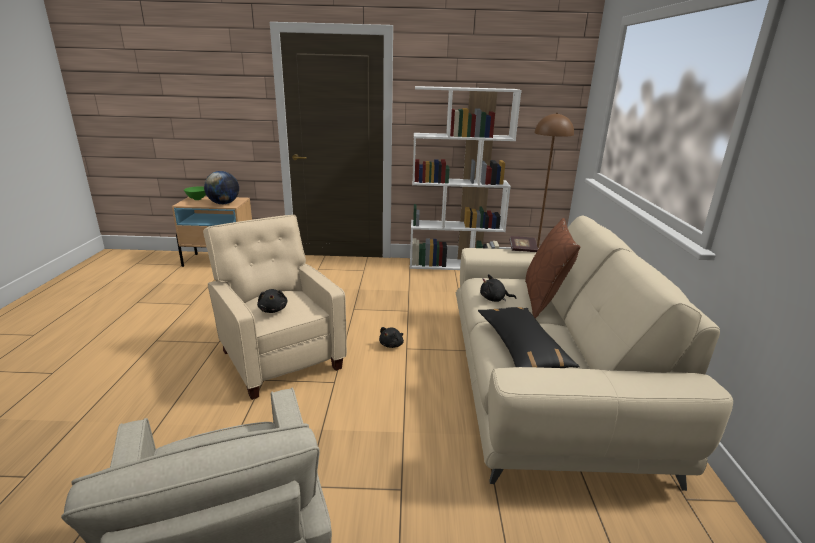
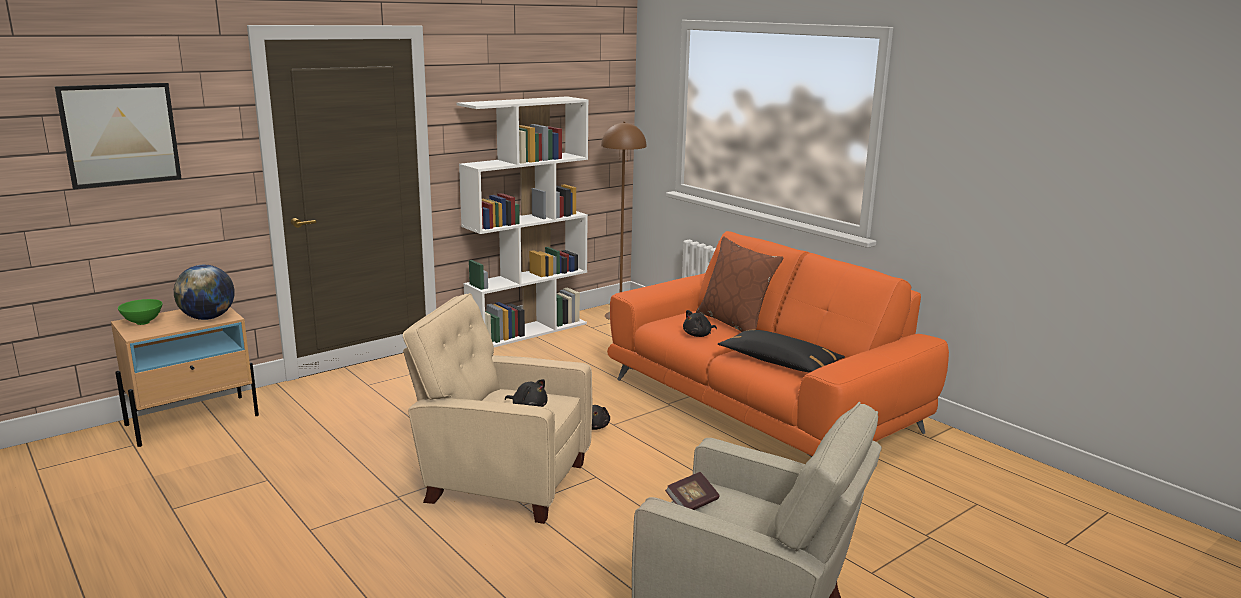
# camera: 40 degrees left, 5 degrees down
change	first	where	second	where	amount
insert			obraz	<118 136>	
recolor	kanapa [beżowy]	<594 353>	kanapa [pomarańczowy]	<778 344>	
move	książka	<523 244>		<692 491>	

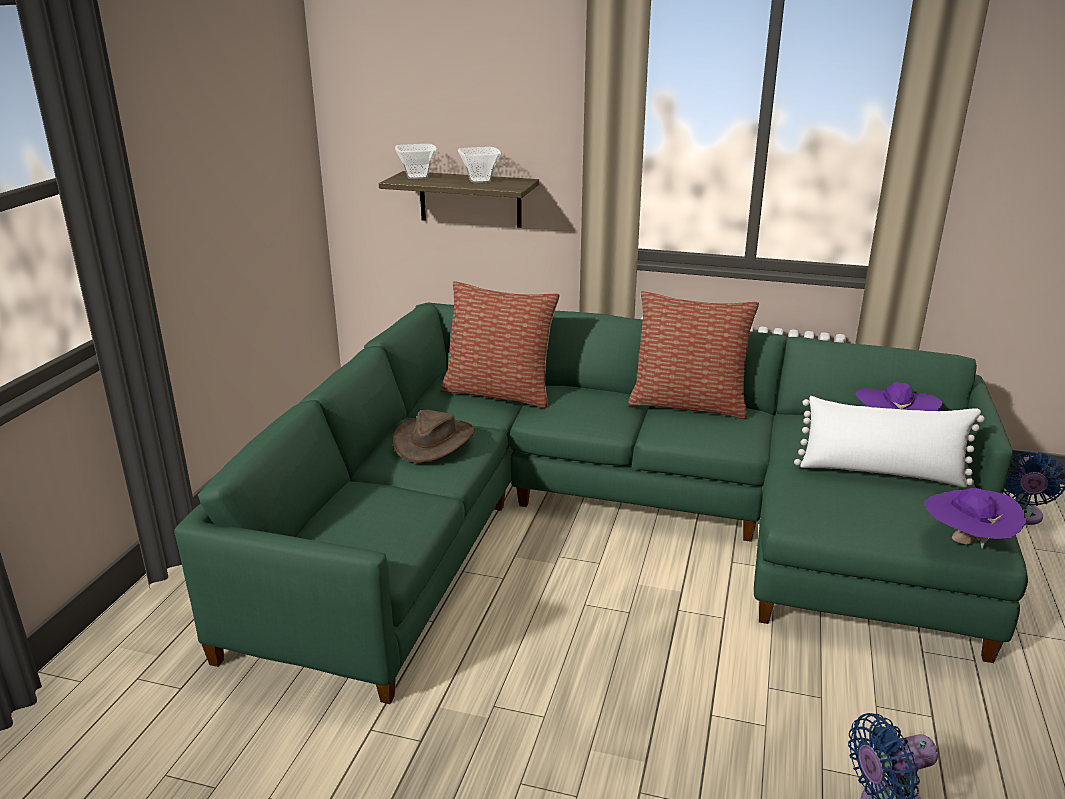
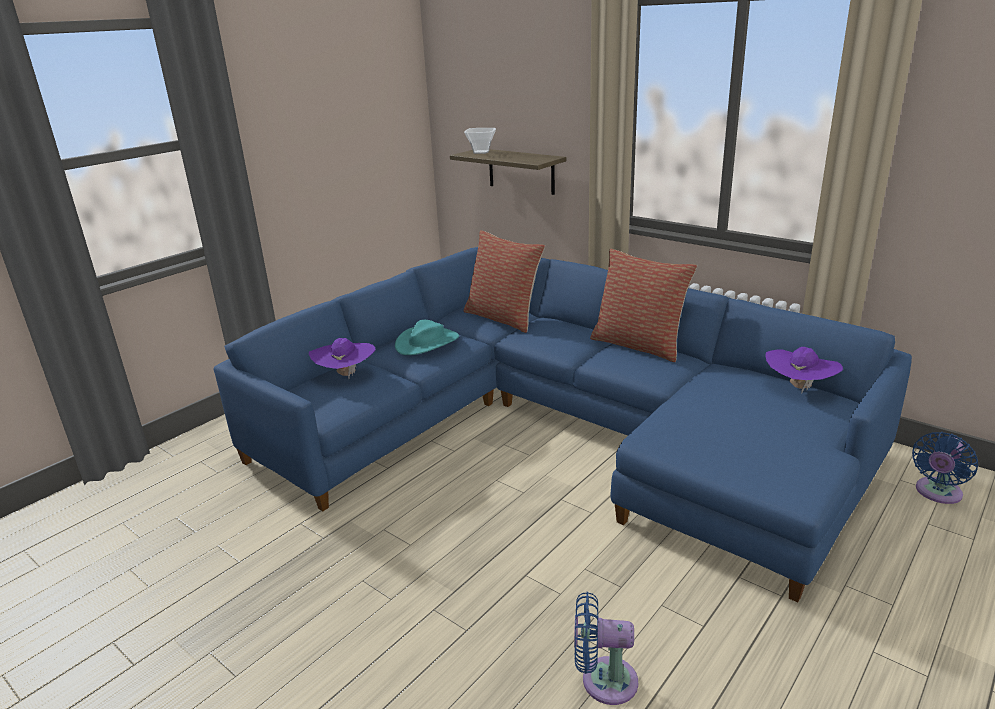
# camera: 25 degrees right, 0 degrees up
change	first	where	second	where	amount
recolor	kanapa [zielony]	<601 503>	kanapa [niebieski]	<562 424>	
move	kapelusz [fioletowy]	<975 518>		<342 358>	
recolor	kapelusz [brązowy]	<433 436>	kapelusz [turkusowy]	<427 337>	
delete	miska	<479 165>			
delete	poduszka [biały]	<889 441>			

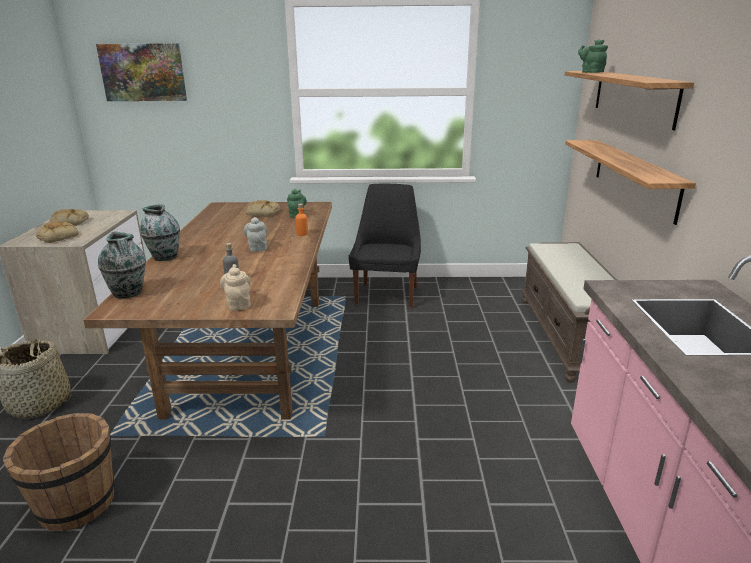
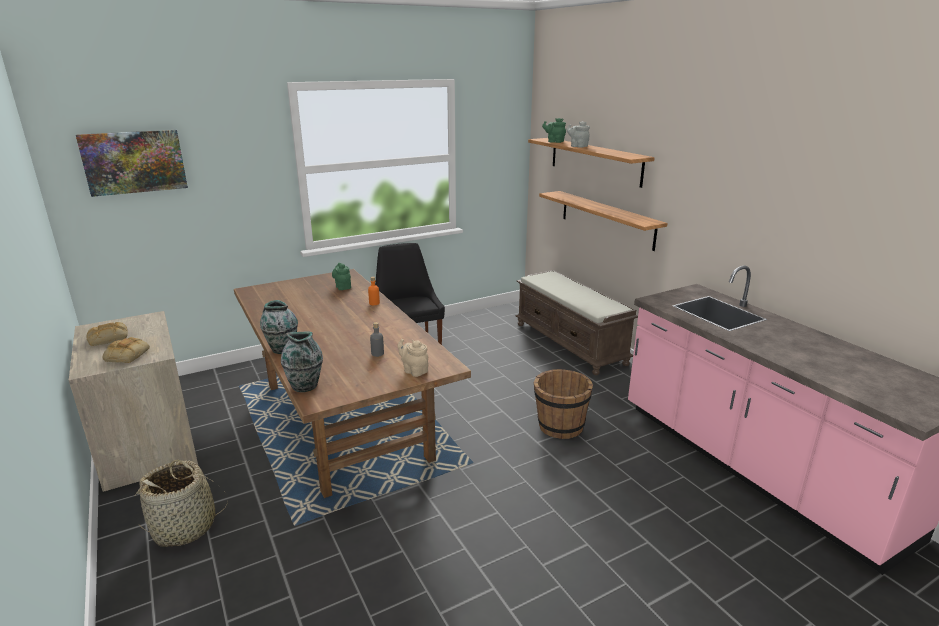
# camera: 30 degrees left, 0 degrees up
change	first	where	second	where	amount
move	wiadro [brązowy]	<58 472>		<563 404>	
move	imbryk [szary]	<255 234>		<578 134>	
delete	chleb	<263 208>			

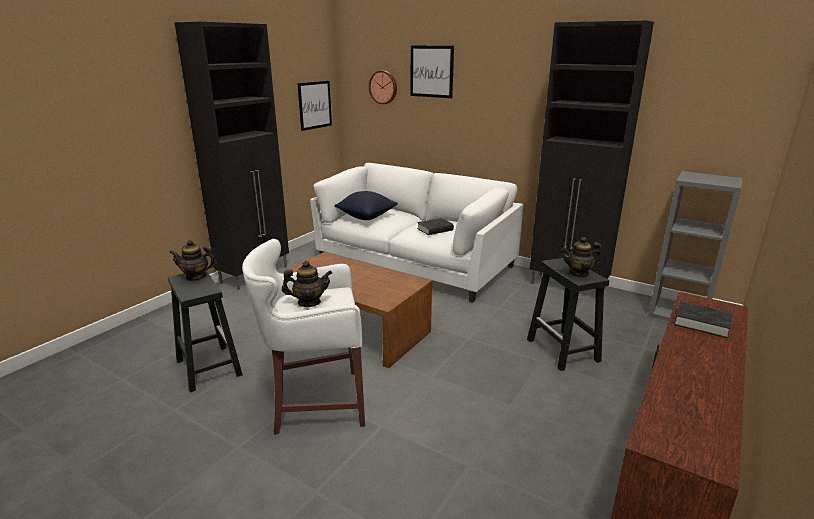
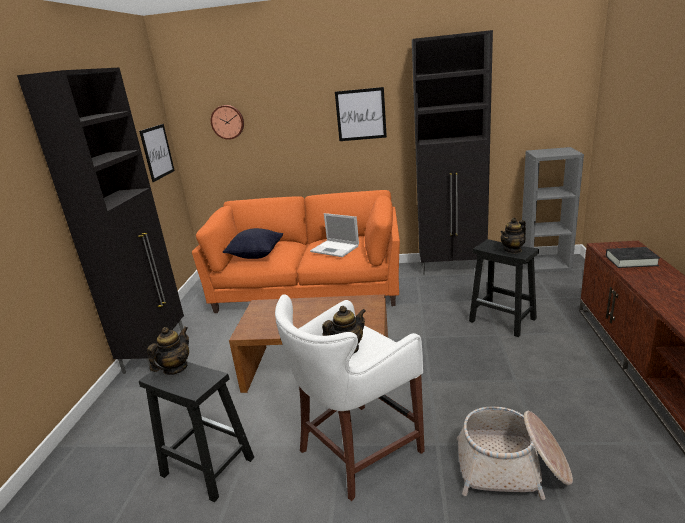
# camera: 25 degrees left, 0 degrees up
change	first	where	second	where	amount
rotate	imbryk	<193 260>		<168 351>	150 degrees clockwise
recolor	kanapa [biały]	<416 233>	kanapa [pomarańczowy]	<296 251>	
replace	książka [czarny]	<435 226>	laptop	<334 235>	
move	obraz	<432 72>		<361 114>	
insert			koszyk	<515 453>	

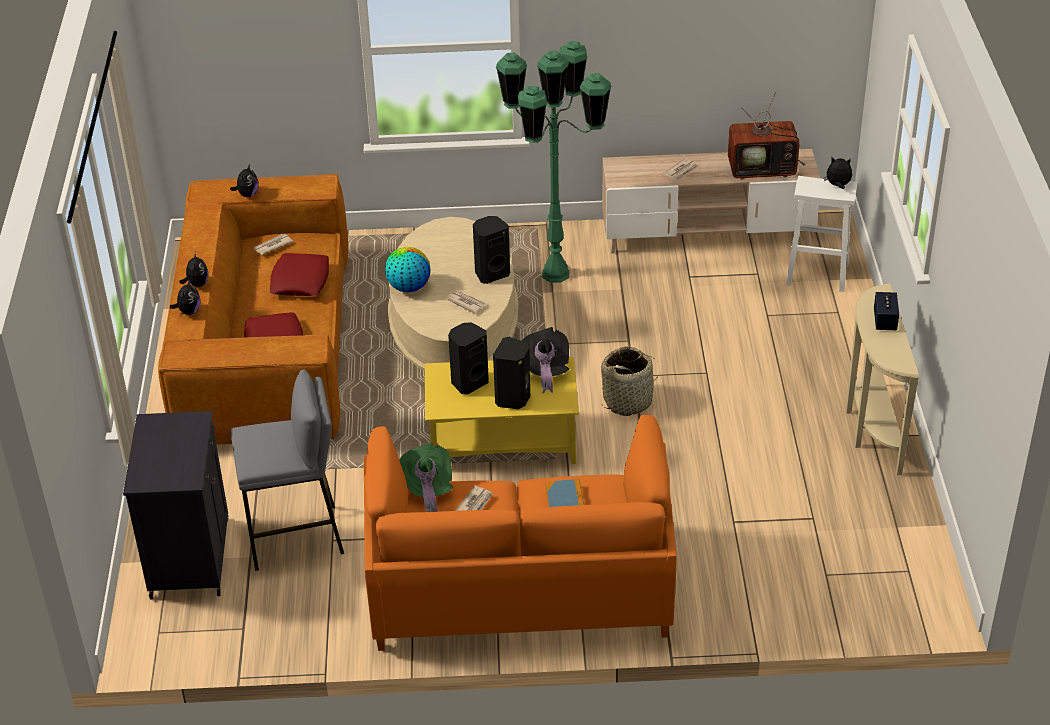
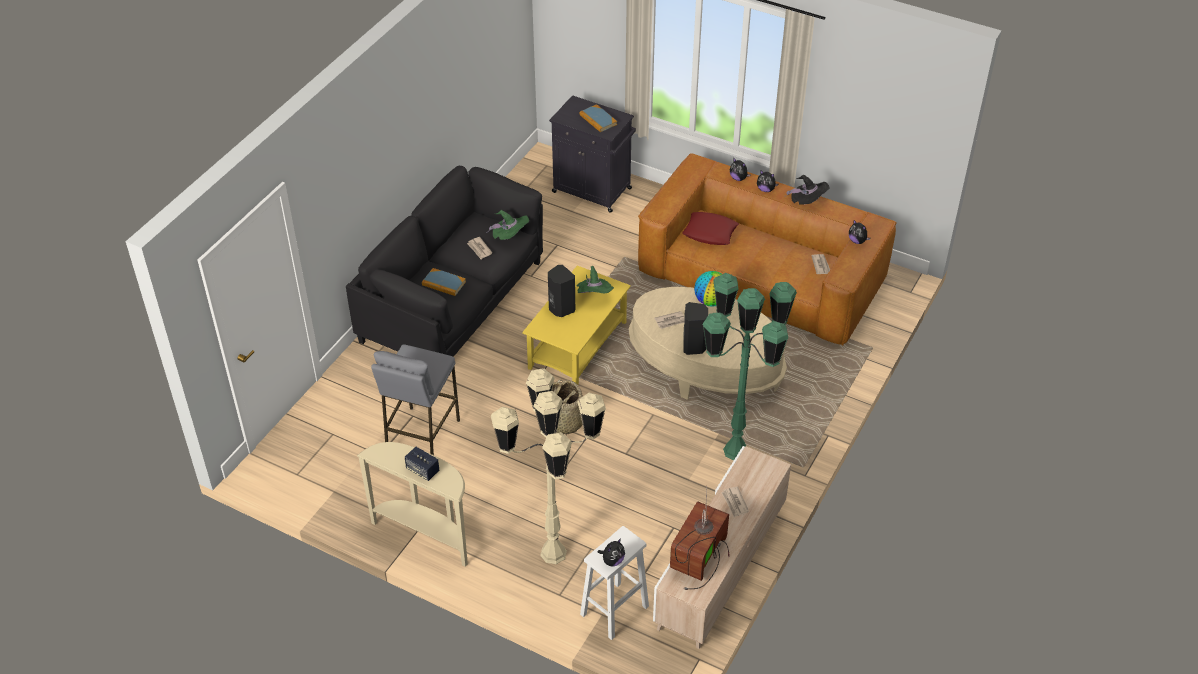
# camera: 120 degrees right, 5 degrees up
change	first	where	second	where	amount
recolor	kanapa [pomarańczowy]	<520 533>	kanapa [czarny]	<444 261>	
move	stołek [szary]	<287 470>		<415 399>	
insert			lampa stojąca [beżowy]	<548 466>	
replace	głośnik [czarny]	<468 358>	kapelusz [zielony]	<595 279>	
insert			książka	<598 118>	
move	kapelusz [czarny]	<545 360>		<807 189>	
delete	poduszka [czerwony]	<299 274>			

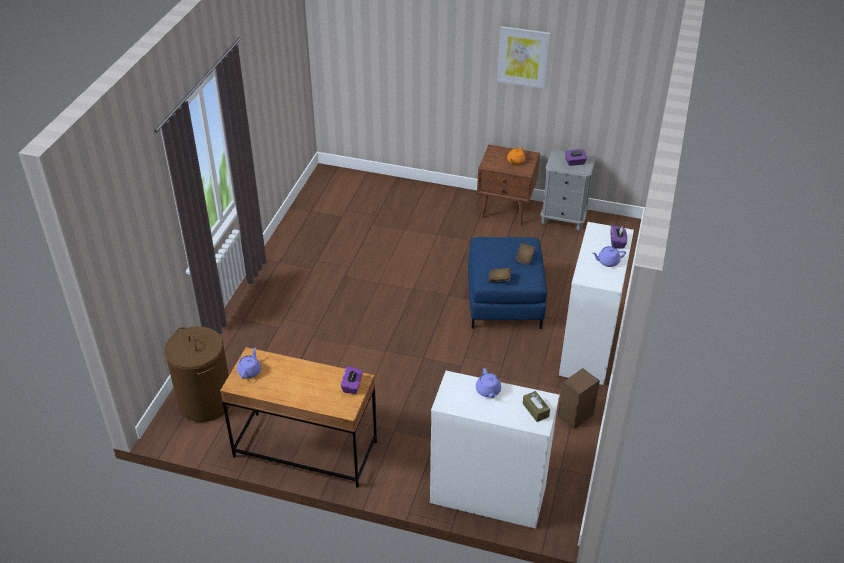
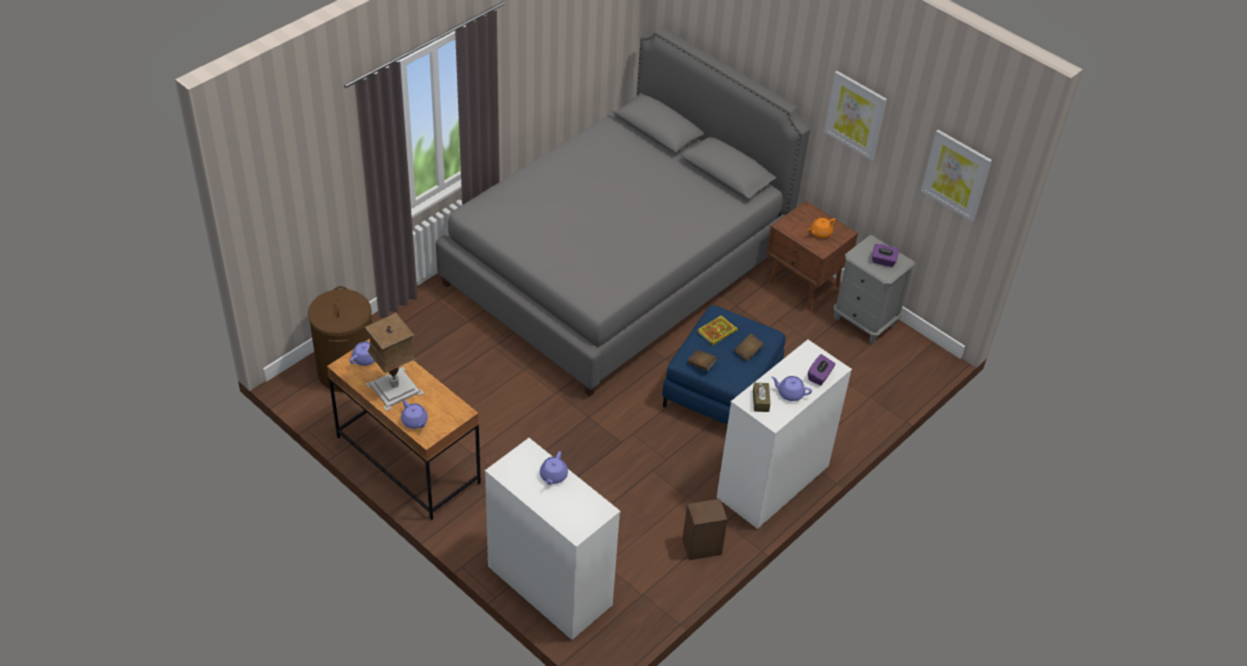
# camera: 25 degrees right, 5 degrees up
change	first	where	second	where	amount
insert			lampa stołowa	<394 362>	
insert			imbryk [fioletowy]	<414 414>	
insert			łóżko [szary]	<623 212>	
insert			książka	<718 331>	
move	pudełko chusteczek [brązowy]	<536 406>		<761 397>	
insert			obraz	<956 176>	
delete	pudełko chusteczek [fioletowy]	<352 380>			

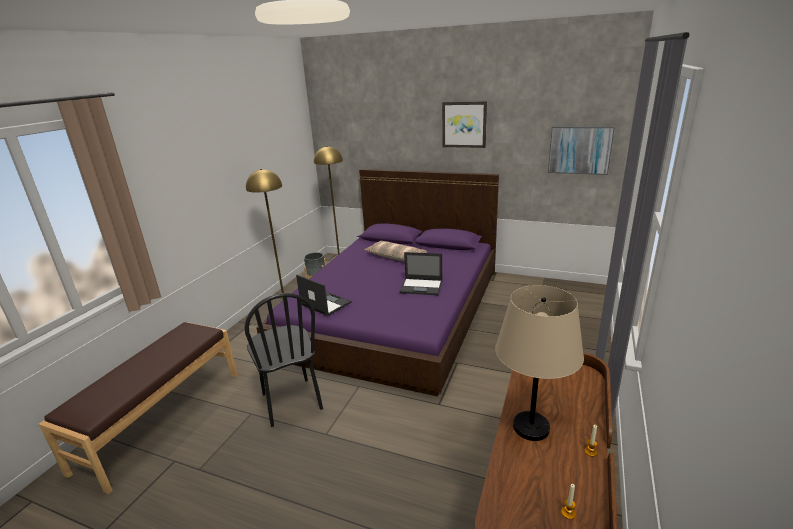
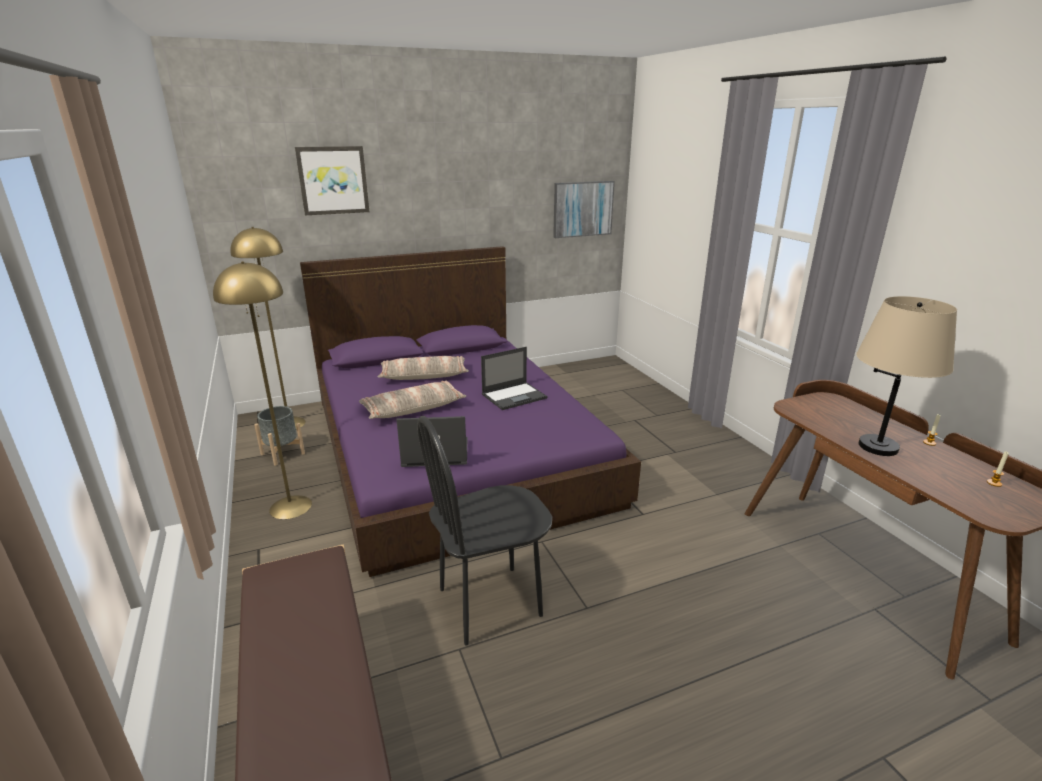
# camera: 45 degrees left, 0 degrees up
change	first	where	second	where	amount
move	obraz	<464 124>		<332 180>	
insert			poduszka	<412 400>	
rotate	krzesło [czarny]	<284 360>		<484 531>	135 degrees clockwise

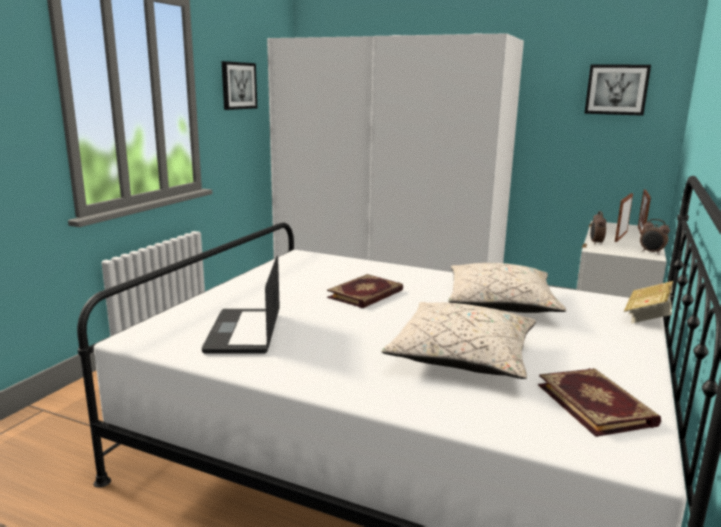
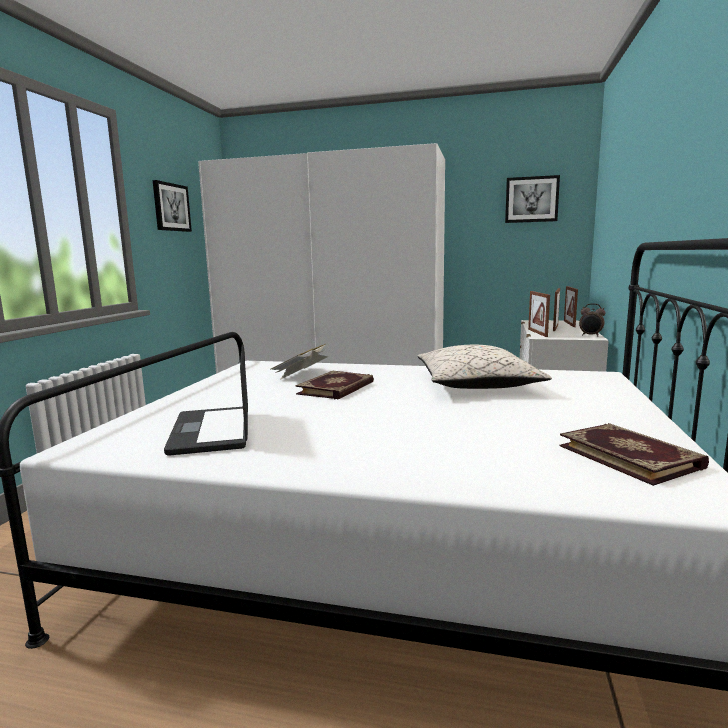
# camera: 10 degrees left, 5 degrees down
change	first	where	second	where	amount
move	książka	<650 302>		<299 362>	
replace	budzik	<598 228>	ramka na zdjęcie	<539 314>	
delete	poduszka [beżowy]	<458 340>			

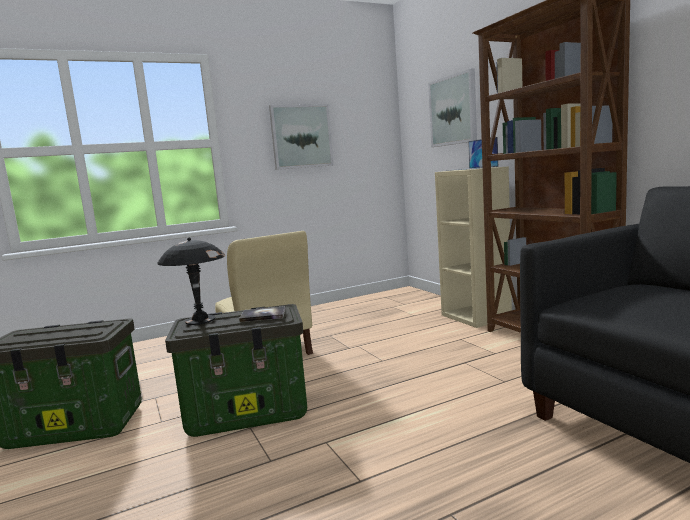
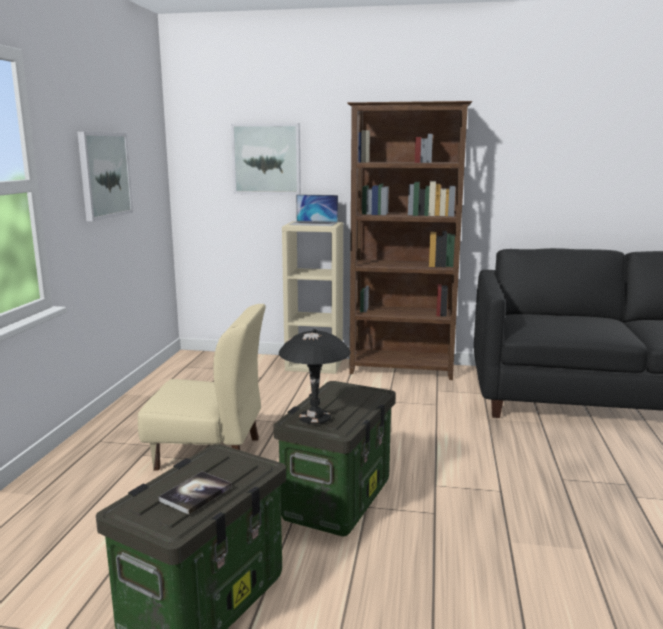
# camera: 55 degrees left, 5 degrees up
change	first	where	second	where	amount
move	książka	<262 314>		<195 493>	

